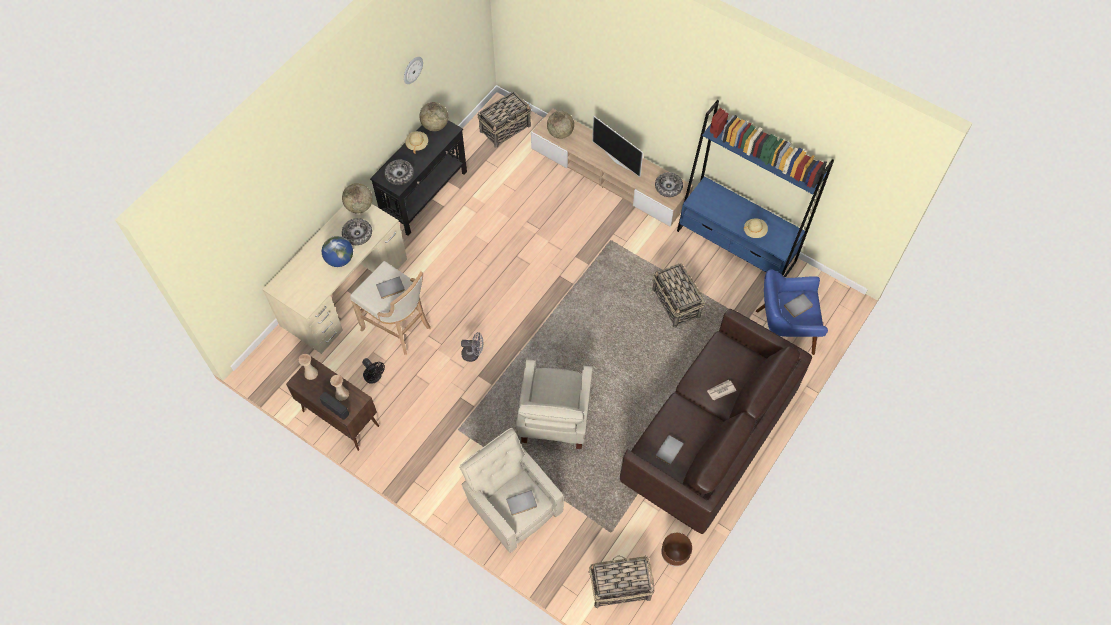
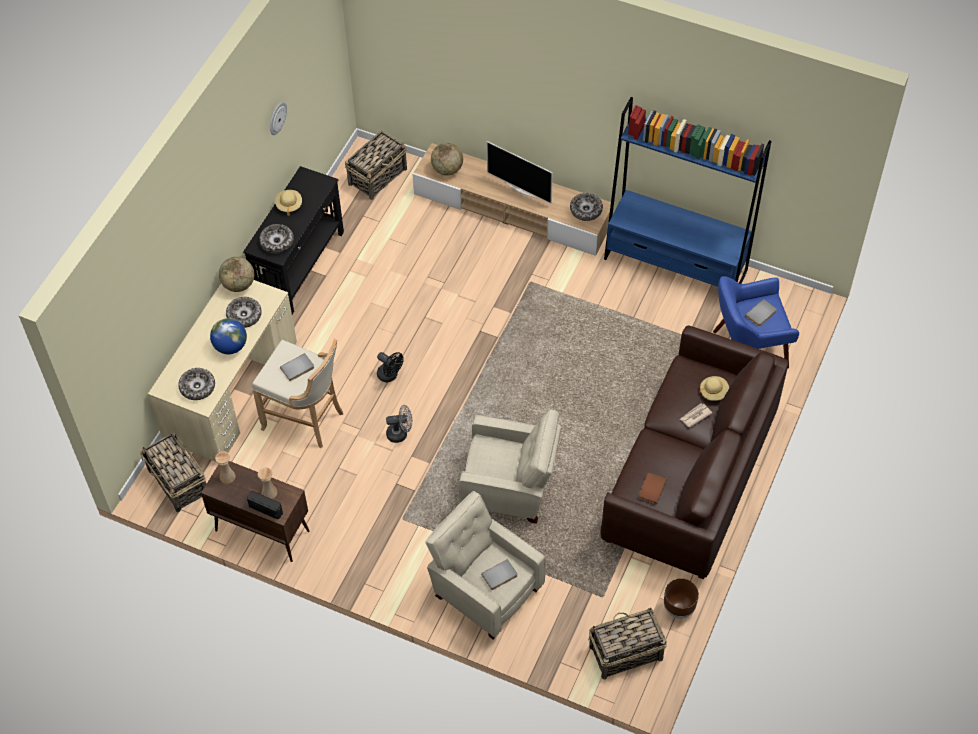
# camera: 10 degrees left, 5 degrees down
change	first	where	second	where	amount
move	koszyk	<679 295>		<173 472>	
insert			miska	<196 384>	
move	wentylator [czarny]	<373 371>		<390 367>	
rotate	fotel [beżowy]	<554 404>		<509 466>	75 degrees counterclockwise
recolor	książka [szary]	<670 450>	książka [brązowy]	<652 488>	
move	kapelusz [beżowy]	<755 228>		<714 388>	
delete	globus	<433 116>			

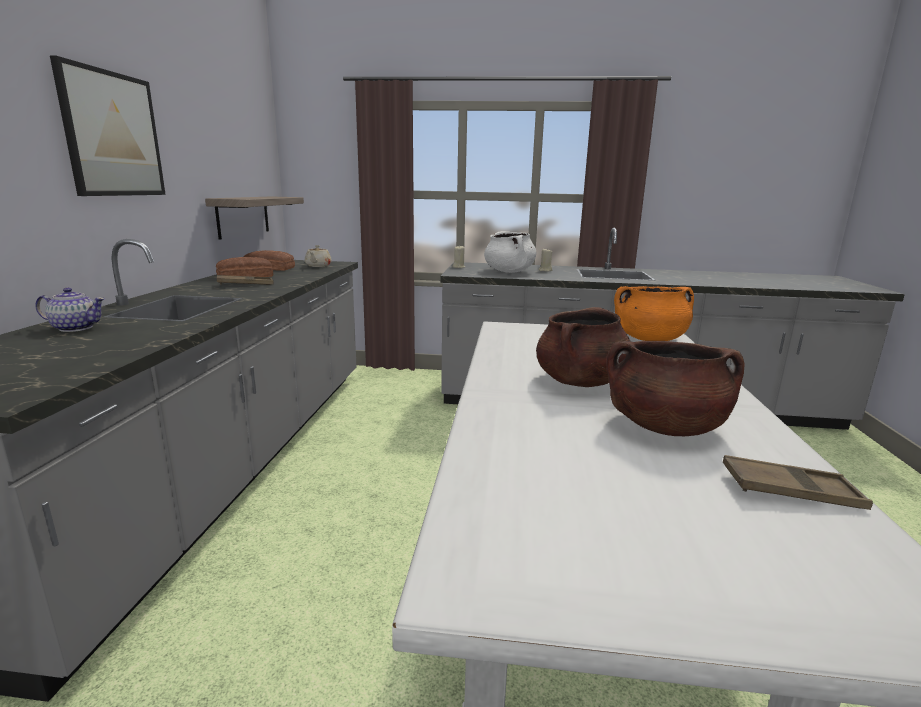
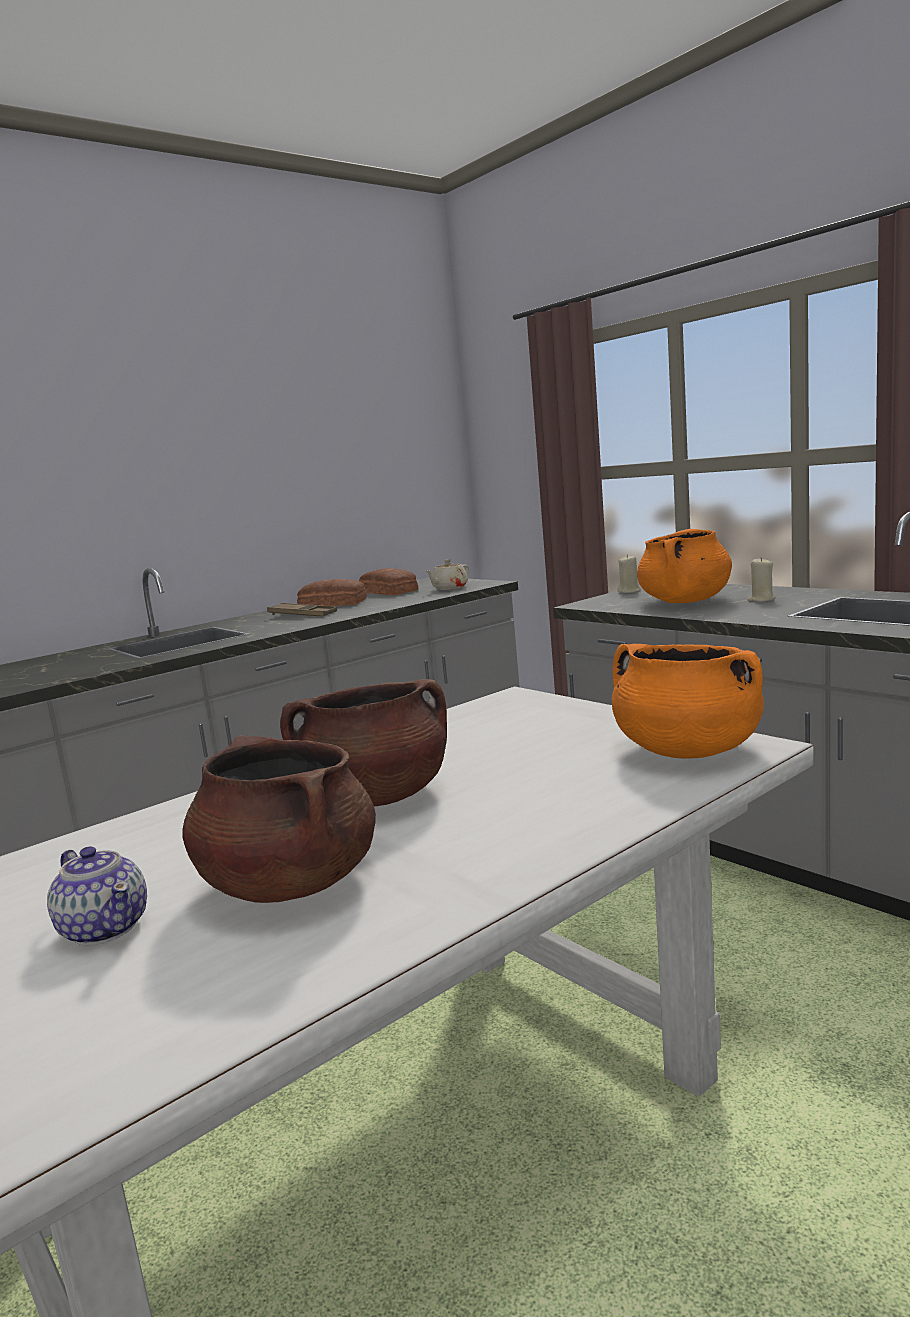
# camera: 45 degrees right, 5 degrees down
change	first	where	second	where	amount
move	imbryk	<70 310>		<97 896>	
recolor	garnek [biały]	<510 252>	garnek [pomarańczowy]	<684 566>	
delete	obraz	<108 126>			
delete	półka	<254 218>			
delete	taca [brązowy]	<798 482>			

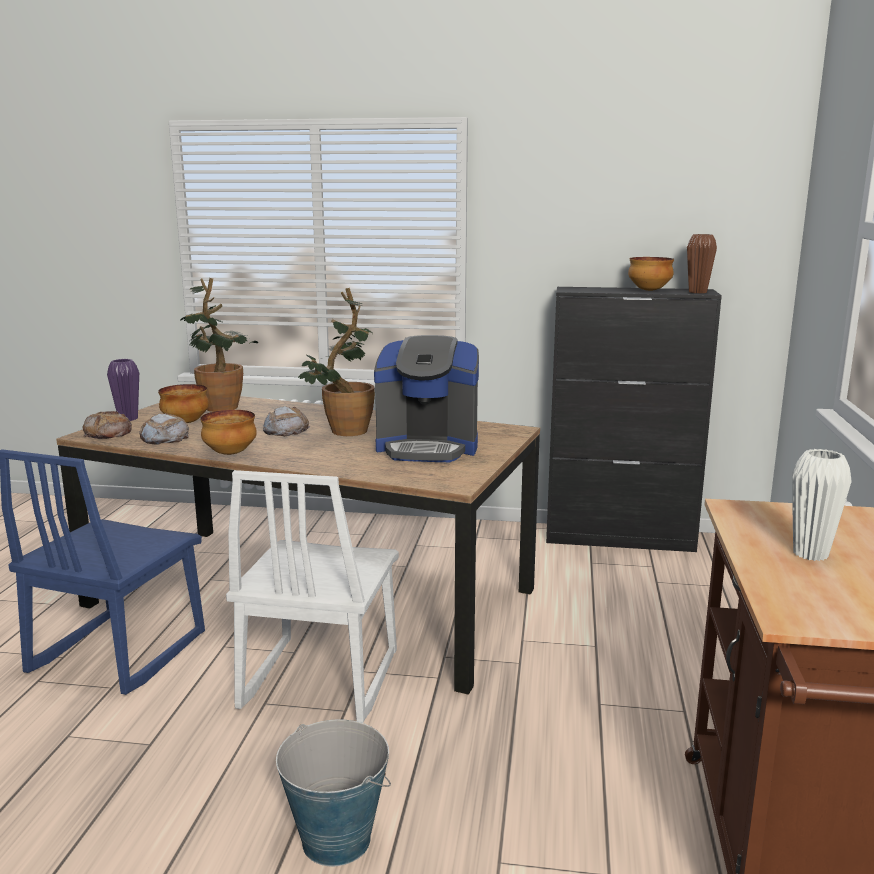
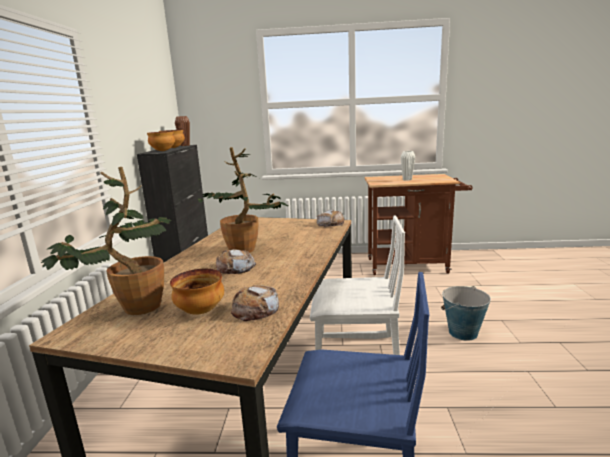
# camera: 95 degrees left, 0 degrees up
change	first	where	second	where	amount
move	miska	<228 432>		<161 141>	
move	chleb	<107 425>		<331 218>	
delete	wazon [fioletowy]	<123 390>			
delete	ekspres do kawy	<426 398>			

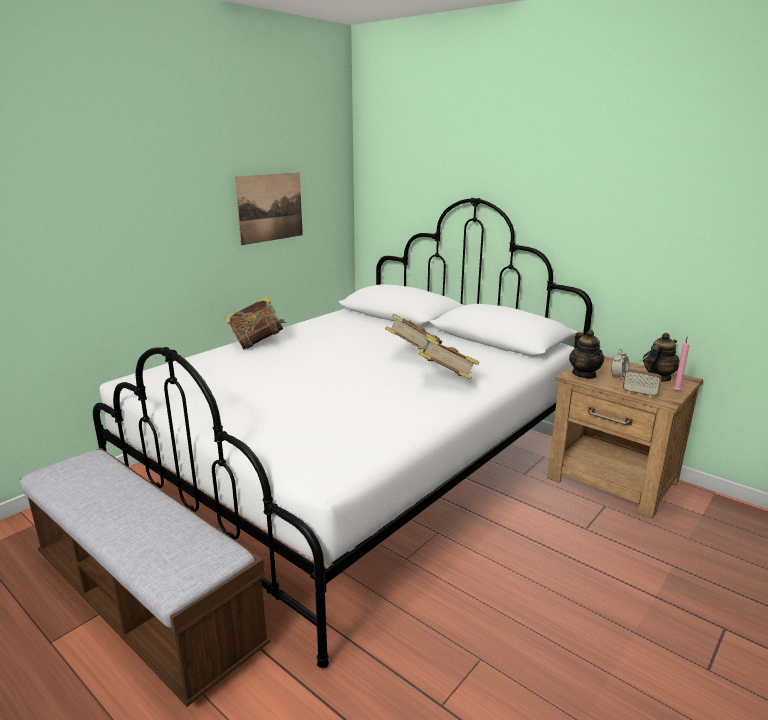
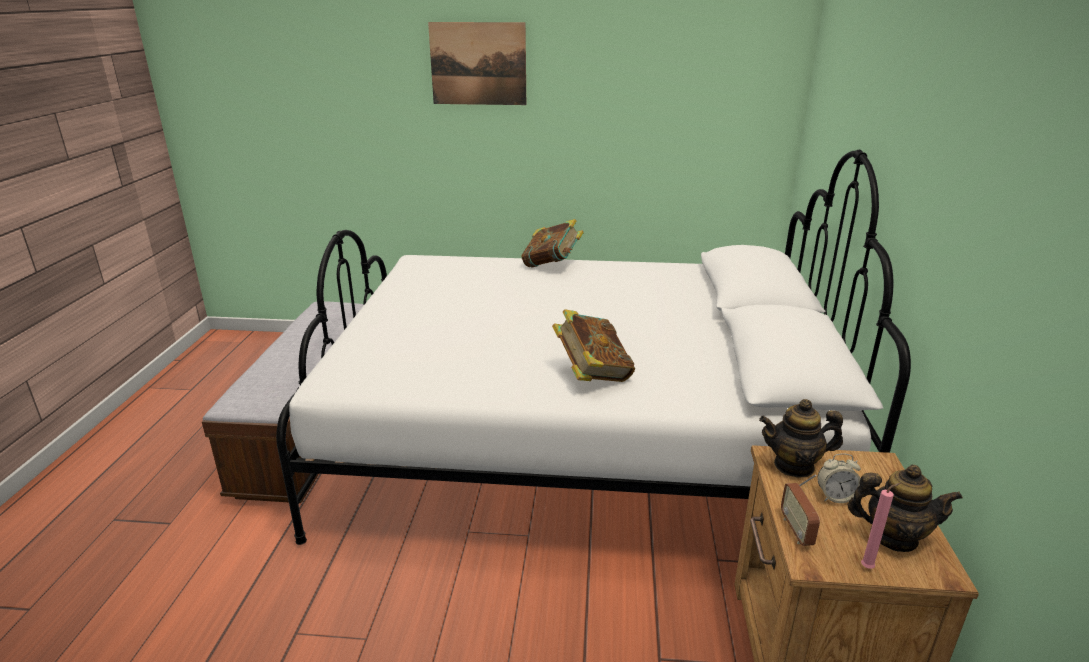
# camera: 55 degrees right, 5 degrees up
change	first	where	second	where	amount
move	obraz	<269 208>		<477 63>	
rotate	imbryk	<587 354>		<801 438>	45 degrees clockwise
delete	książka	<413 332>			

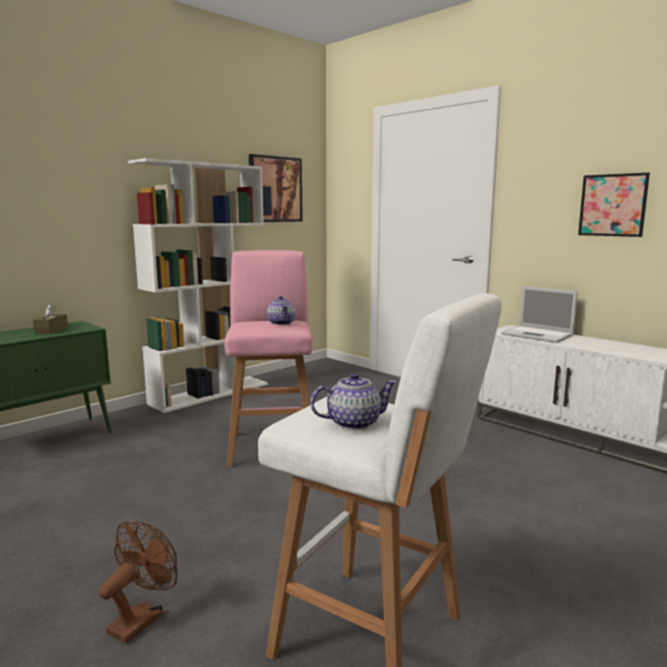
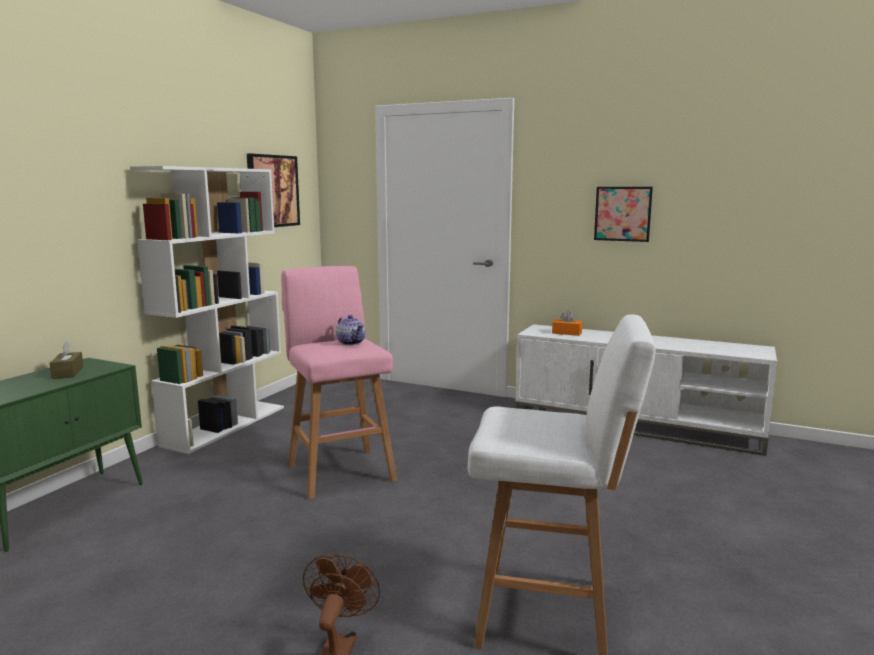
# camera: 20 degrees left, 0 degrees up
change	first	where	second	where	amount
replace	laptop	<540 314>	pudełko chusteczek [pomarańczowy]	<567 323>	
delete	imbryk	<354 401>			

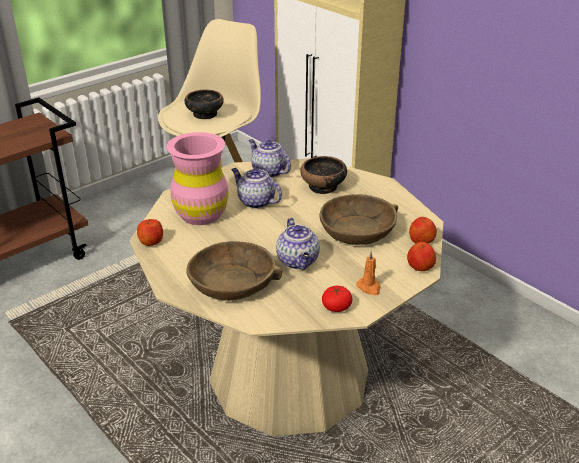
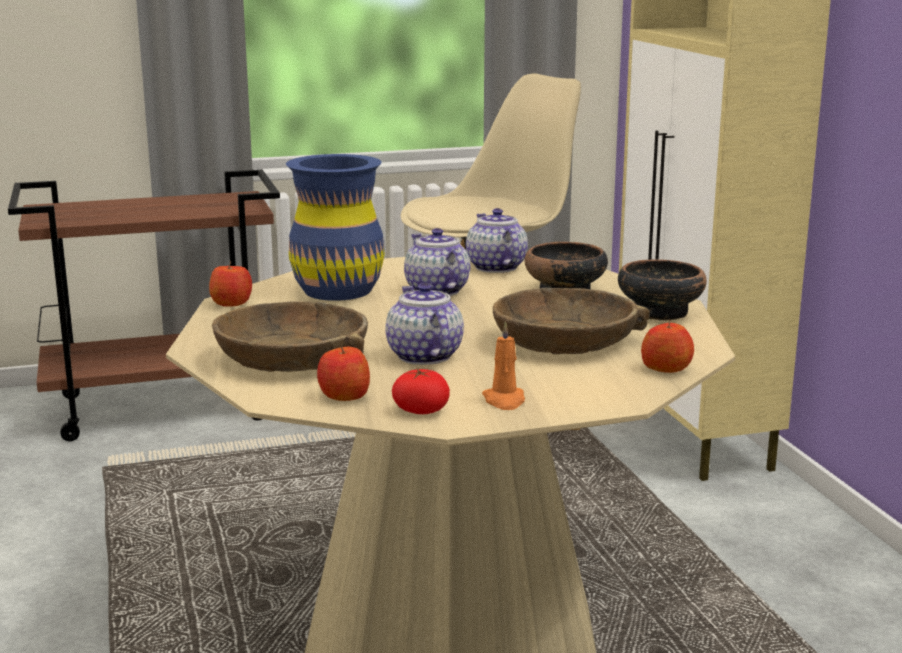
# camera: 25 degrees right, 15 degrees down
change	first	where	second	where	amount
recolor	wazon [różowy]	<197 178>	wazon [niebieski]	<335 227>	
move	jabłko	<421 256>		<343 372>	
rotate	imbryk	<298 243>		<424 324>	150 degrees clockwise
move	miska	<204 104>		<662 290>	

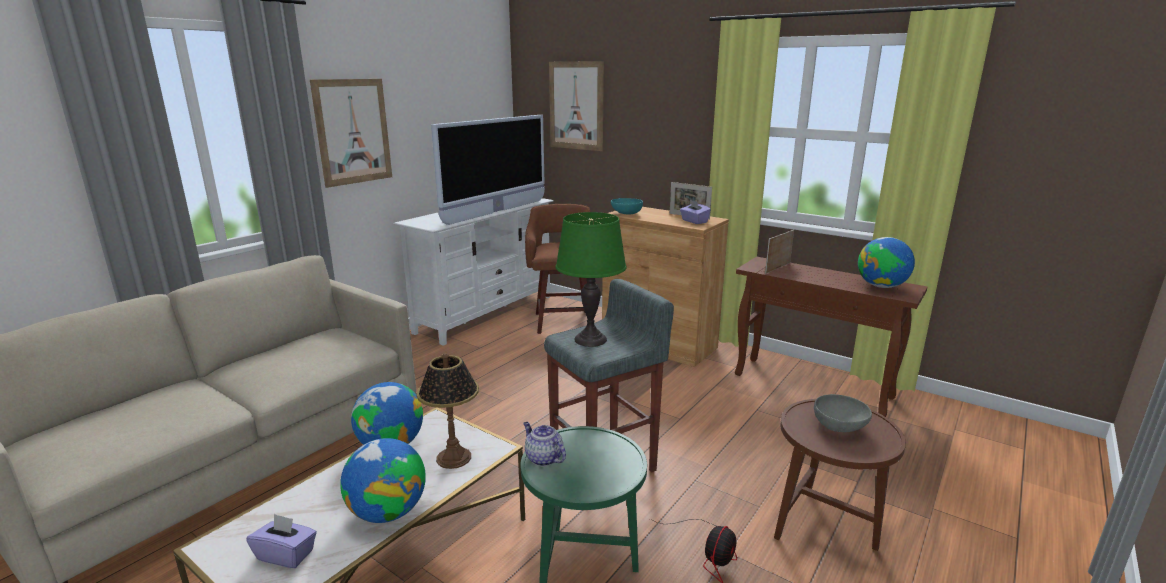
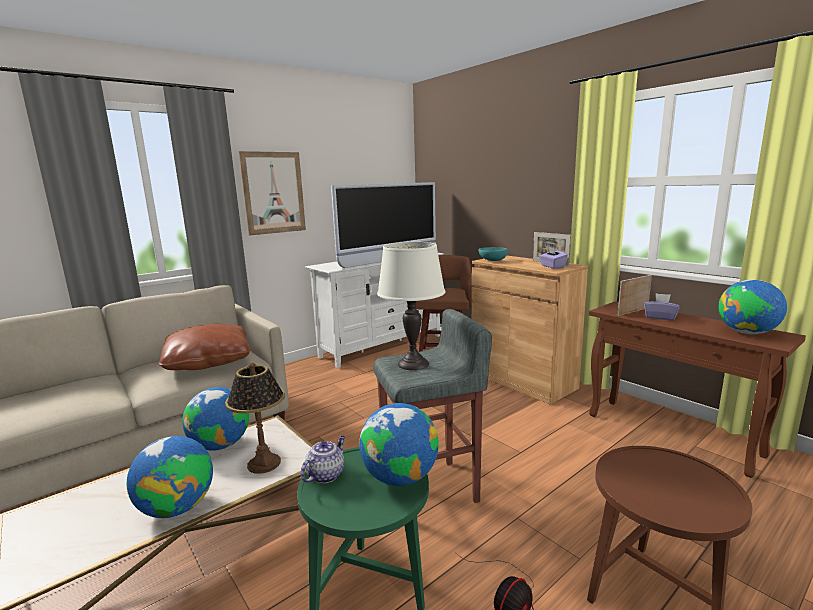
# camera: 15 degrees right, 5 degrees down
change	first	where	second	where	amount
insert			poduszka [brązowy]	<205 347>	
rotate	imbryk	<544 444>		<322 459>	60 degrees clockwise
insert			globus	<399 444>	
recolor	lampa stołowa [zielony]	<591 279>	lampa stołowa [biały]	<411 306>	
move	pudełko chusteczek [fioletowy]	<281 541>		<662 307>	
delete	obraz	<576 106>			
delete	miska [szary]	<843 413>			

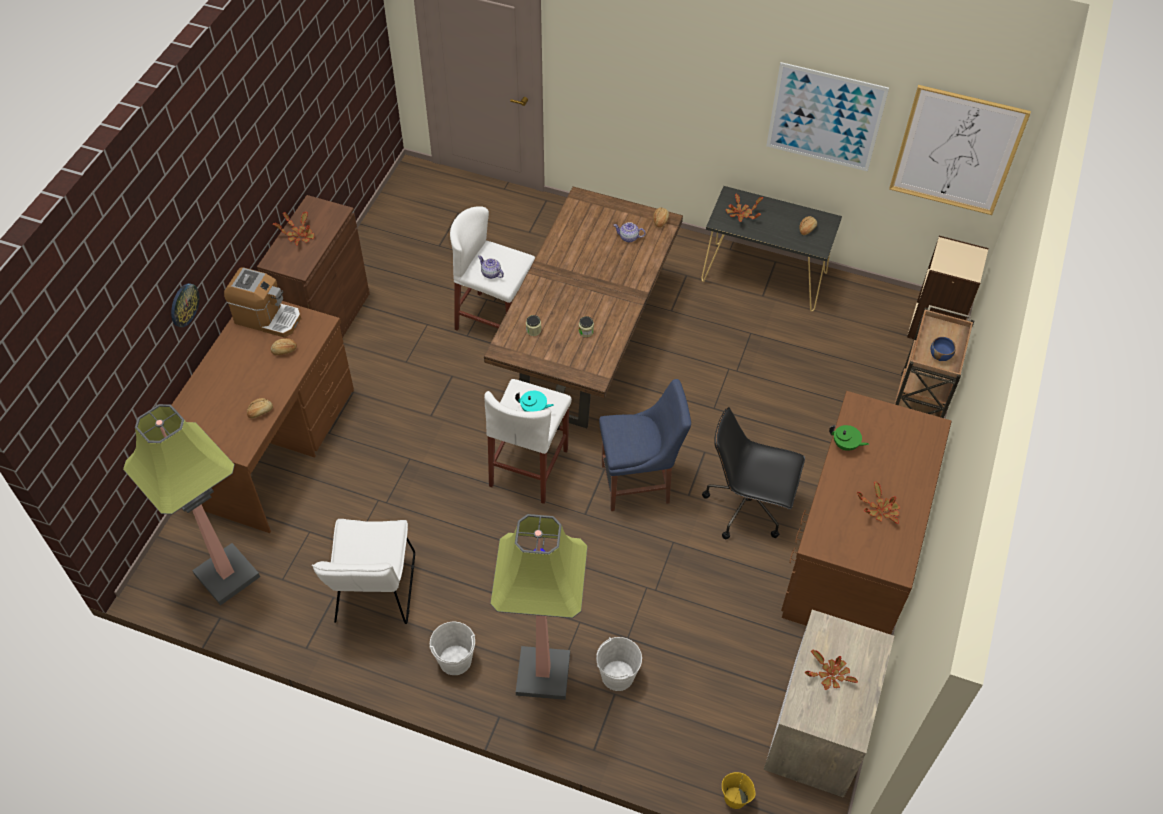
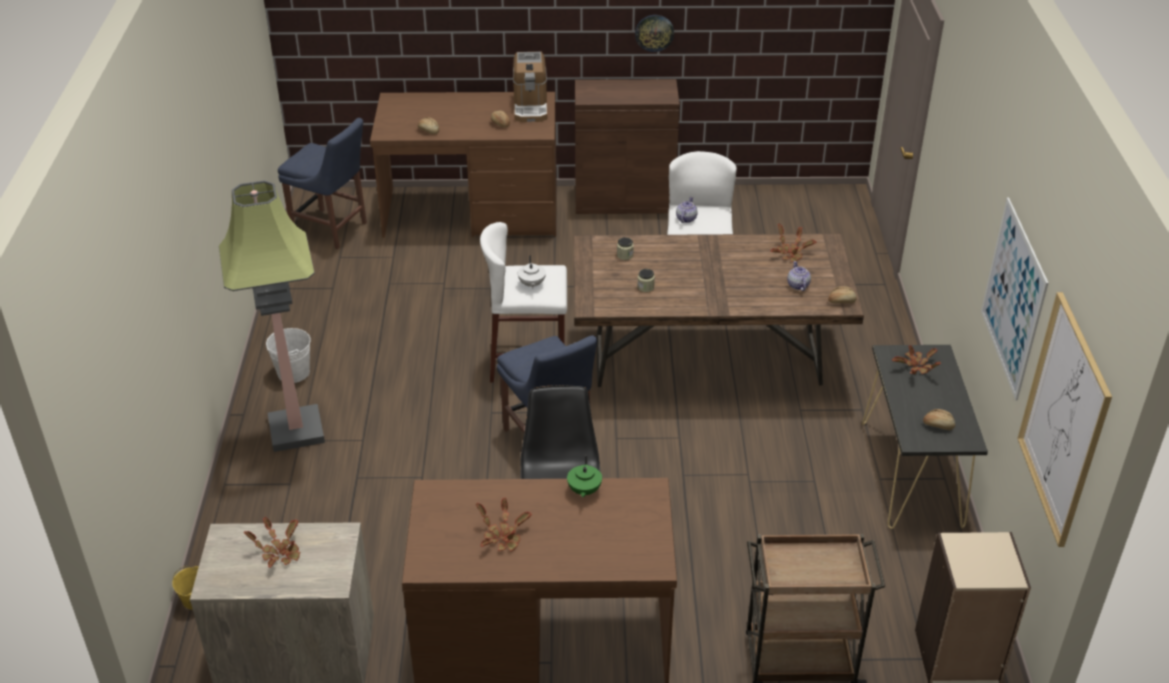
# camera: 70 degrees right, 15 degrees down
change	first	where	second	where	amount
replace	lampa stojąca	<191 505>	krzesło [niebieski]	<322 183>	
recolor	imbryk [turkusowy]	<534 401>	imbryk [biały]	<532 272>	
move	zegar ścienny	<185 305>		<654 33>	
move	roślina doniczkowa	<293 228>		<793 242>	
delete	krzesło [biały]	<363 571>			
delete	wiadro [biały]	<619 664>			
delete	miska [niebieski]	<943 349>			

